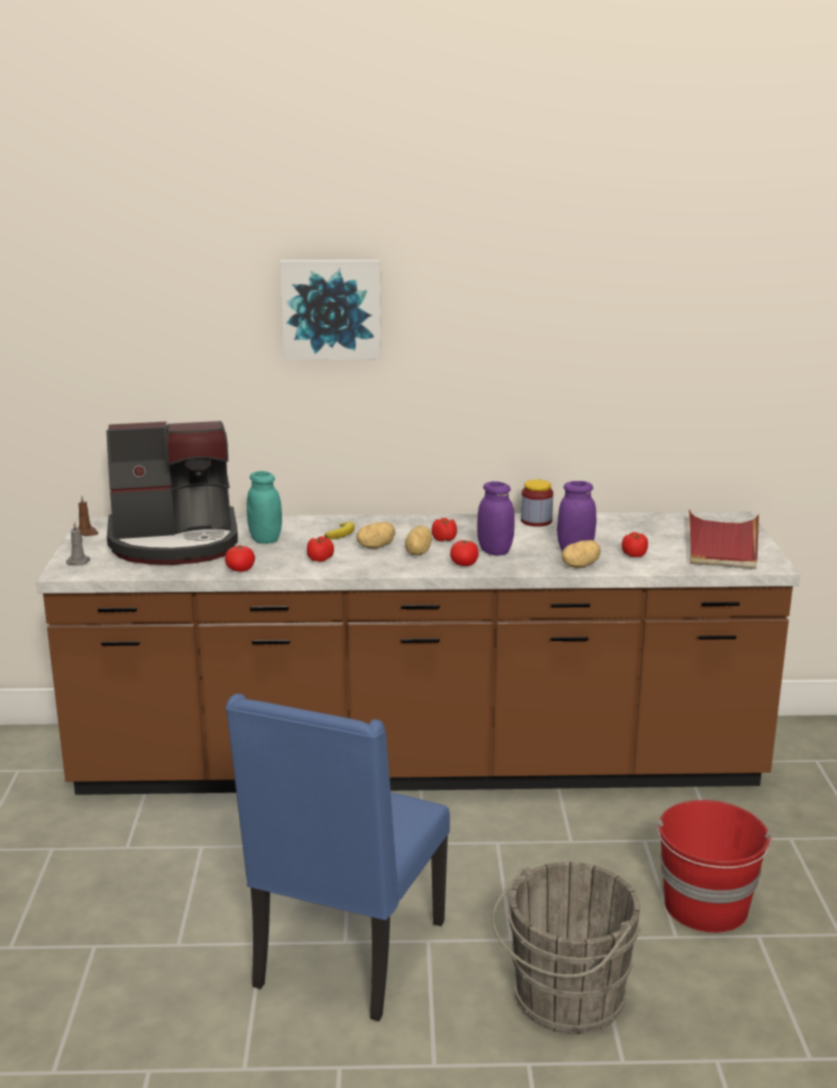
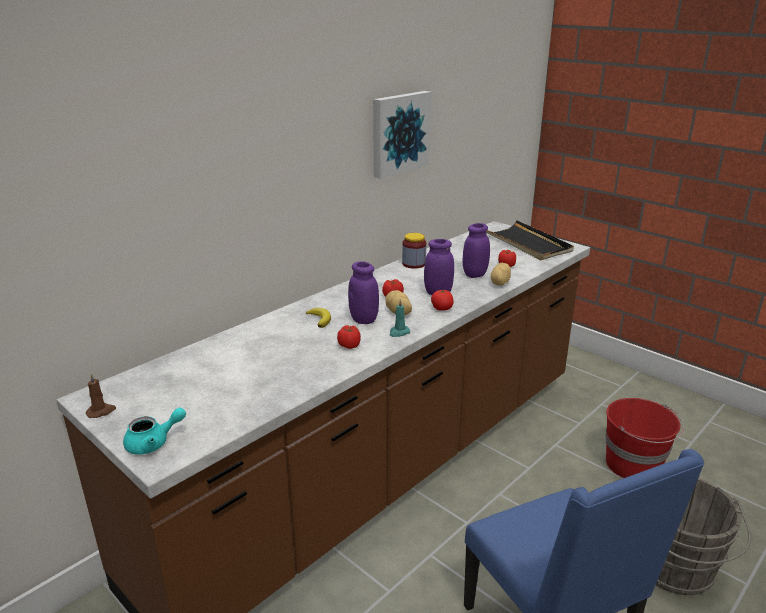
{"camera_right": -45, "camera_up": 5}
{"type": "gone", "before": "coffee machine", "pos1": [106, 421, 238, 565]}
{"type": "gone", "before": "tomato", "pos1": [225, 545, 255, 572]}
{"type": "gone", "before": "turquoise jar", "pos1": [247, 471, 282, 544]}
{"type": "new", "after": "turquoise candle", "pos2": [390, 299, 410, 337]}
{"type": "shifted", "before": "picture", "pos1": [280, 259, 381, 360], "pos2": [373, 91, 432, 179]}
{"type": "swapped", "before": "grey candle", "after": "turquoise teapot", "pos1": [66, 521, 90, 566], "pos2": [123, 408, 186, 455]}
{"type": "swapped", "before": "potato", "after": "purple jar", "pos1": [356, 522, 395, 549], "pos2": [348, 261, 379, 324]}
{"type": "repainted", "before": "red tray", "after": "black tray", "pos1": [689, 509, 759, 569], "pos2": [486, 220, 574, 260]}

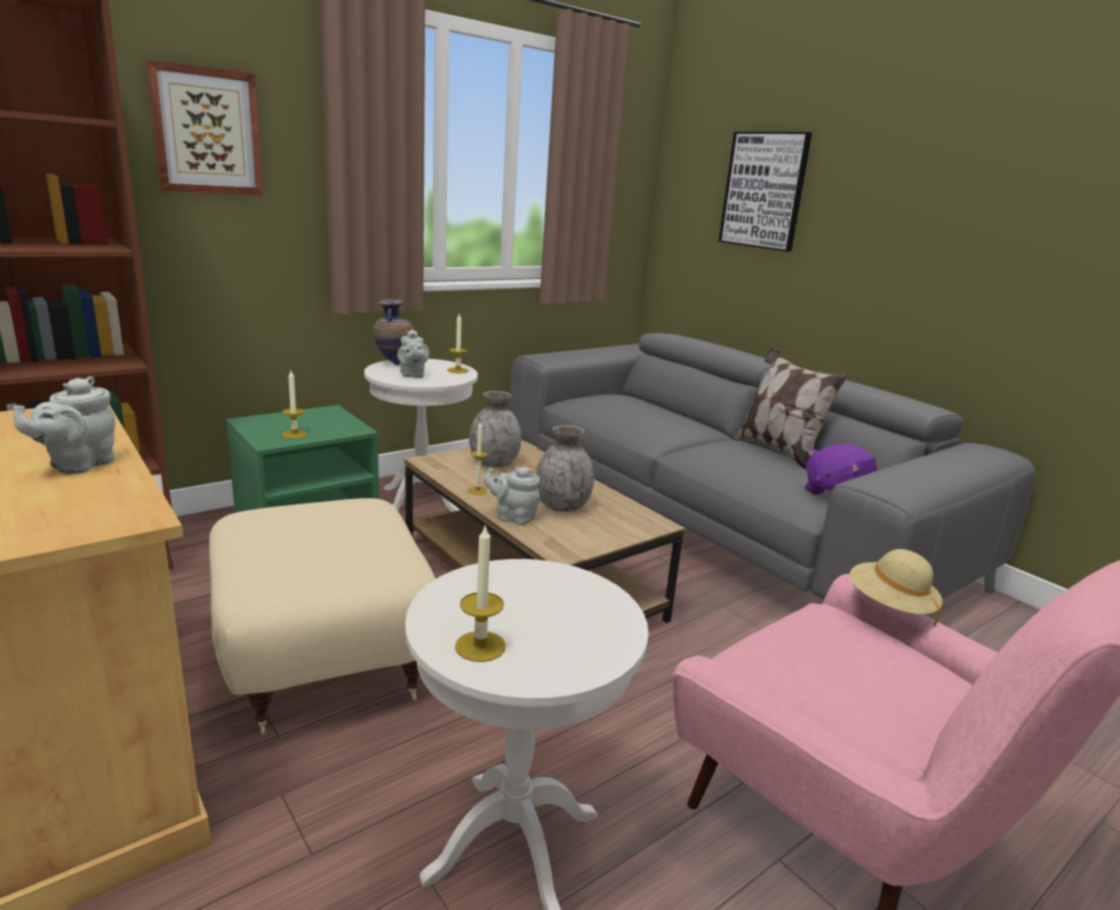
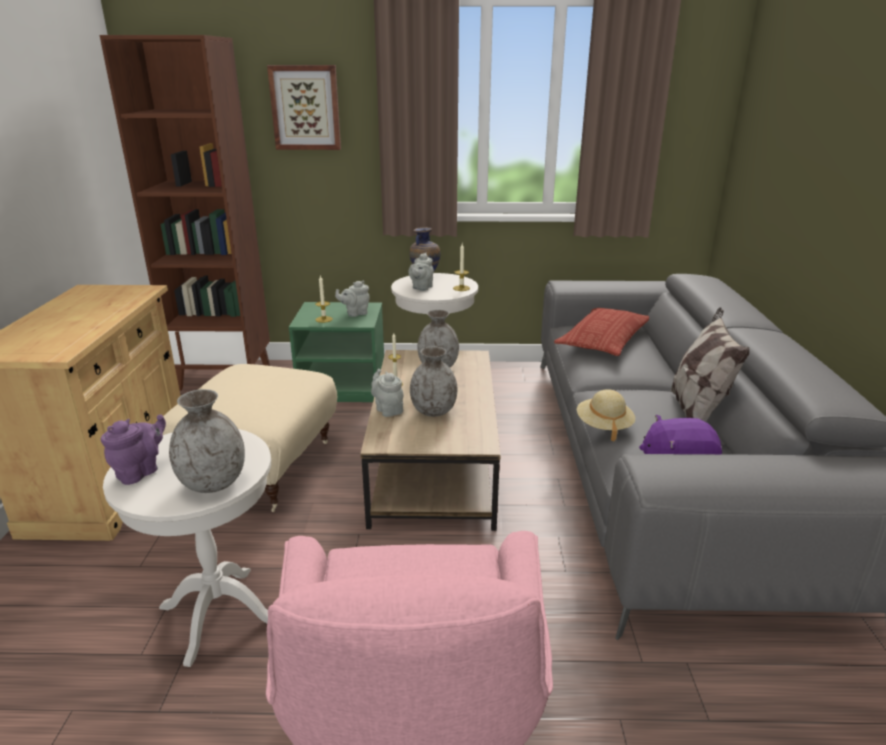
{"camera_right": 40, "camera_up": 5}
{"type": "gone", "before": "picture", "pos1": [718, 132, 812, 252]}
{"type": "new", "after": "grey vase", "pos2": [169, 389, 245, 493]}
{"type": "new", "after": "pillow", "pos2": [554, 308, 649, 356]}
{"type": "shifted", "before": "grey teapot", "pos1": [13, 376, 115, 474], "pos2": [335, 281, 369, 317]}
{"type": "shifted", "before": "beige hat", "pos1": [850, 549, 942, 626], "pos2": [577, 389, 635, 441]}
{"type": "swapped", "before": "candle", "after": "purple teapot", "pos1": [455, 524, 506, 662], "pos2": [101, 415, 166, 485]}

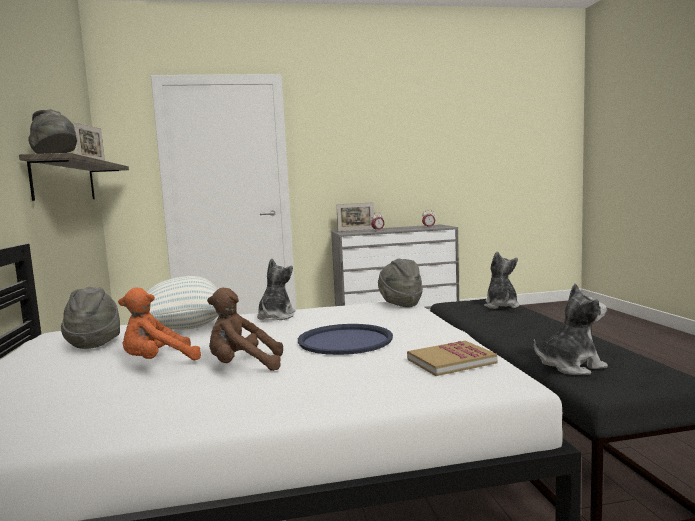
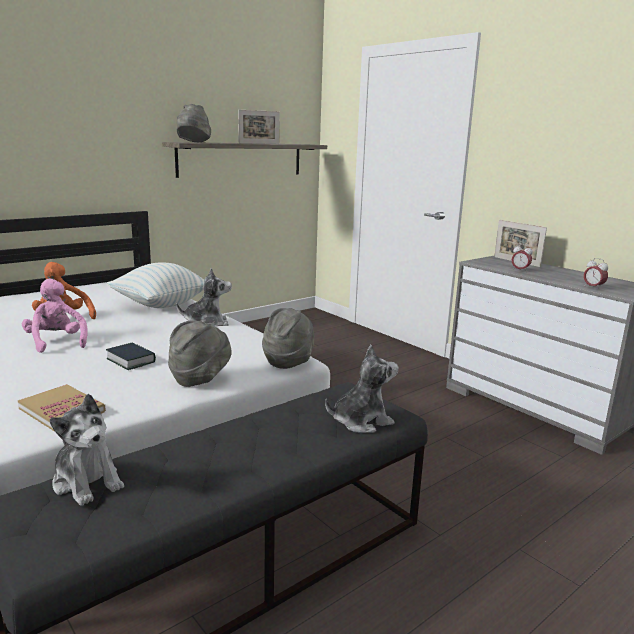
{"camera_right": 60, "camera_up": 10}
{"type": "shifted", "before": "grey hat", "pos1": [61, 287, 120, 349], "pos2": [168, 320, 232, 387]}
{"type": "swapped", "before": "blue tray", "after": "book", "pos1": [298, 324, 393, 355], "pos2": [106, 343, 156, 370]}
{"type": "repainted", "before": "brown plush toy", "after": "pink plush toy", "pos1": [207, 288, 283, 371], "pos2": [22, 279, 88, 353]}

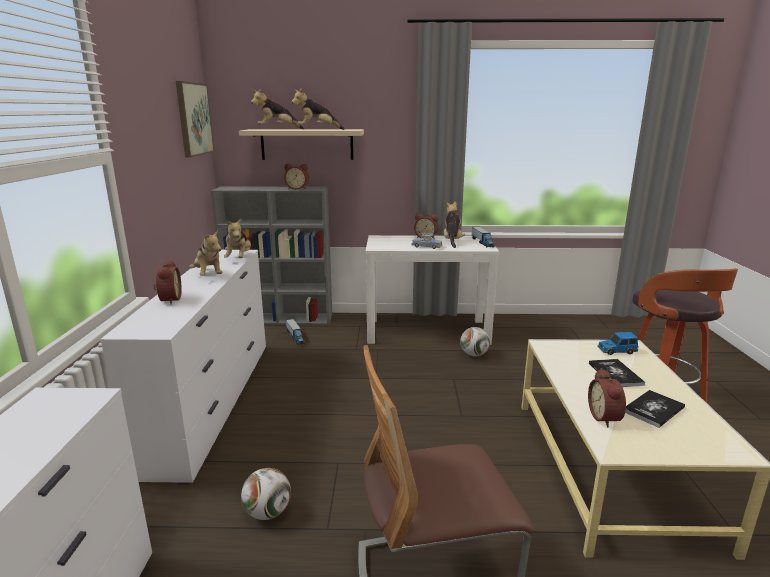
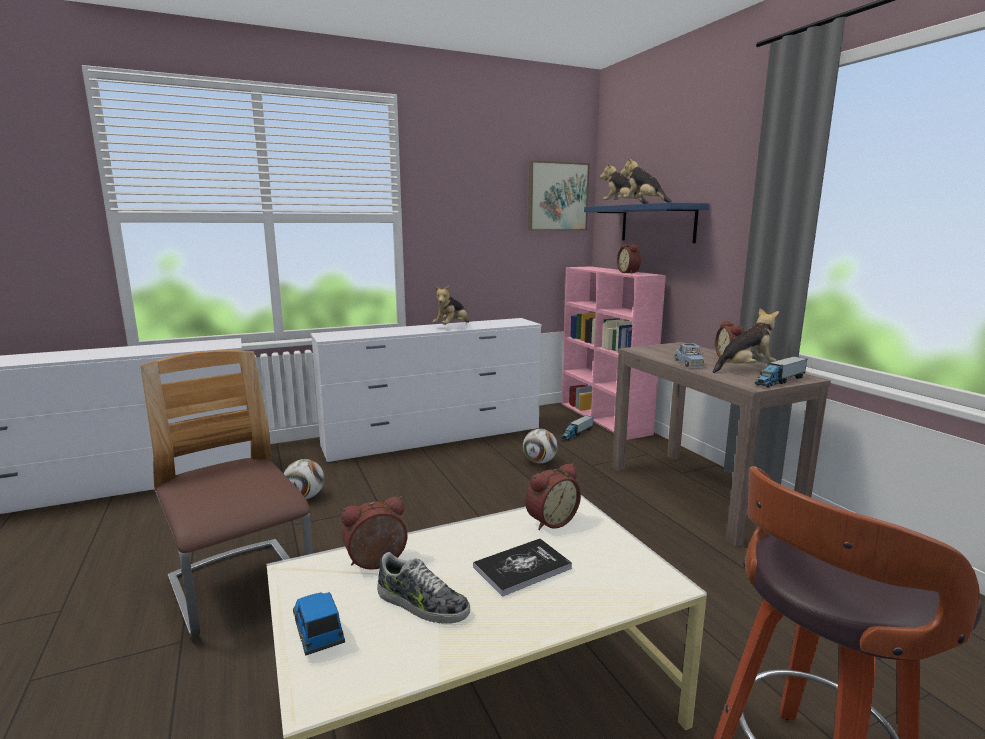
{"camera_right": 65, "camera_up": -5}
{"type": "gone", "before": "plush toy", "pos1": [224, 219, 251, 258]}
{"type": "shifted", "before": "alarm clock", "pos1": [153, 260, 181, 304], "pos2": [525, 463, 581, 530]}
{"type": "shifted", "before": "football", "pos1": [460, 327, 490, 357], "pos2": [523, 429, 558, 464]}
{"type": "shifted", "before": "toy car", "pos1": [597, 332, 639, 355], "pos2": [293, 592, 345, 656]}
{"type": "swapped", "before": "book", "after": "shoe", "pos1": [625, 390, 685, 428], "pos2": [377, 552, 470, 624]}
{"type": "repainted", "before": "grey bookcase", "after": "pink bookcase", "pos1": [211, 186, 332, 325], "pos2": [562, 266, 666, 440]}
{"type": "repainted", "before": "beige shelf", "after": "blue shelf", "pos1": [239, 129, 364, 160], "pos2": [584, 202, 710, 243]}
{"type": "repainted", "before": "white console table", "after": "brown console table", "pos1": [365, 235, 499, 345], "pos2": [612, 342, 831, 547]}

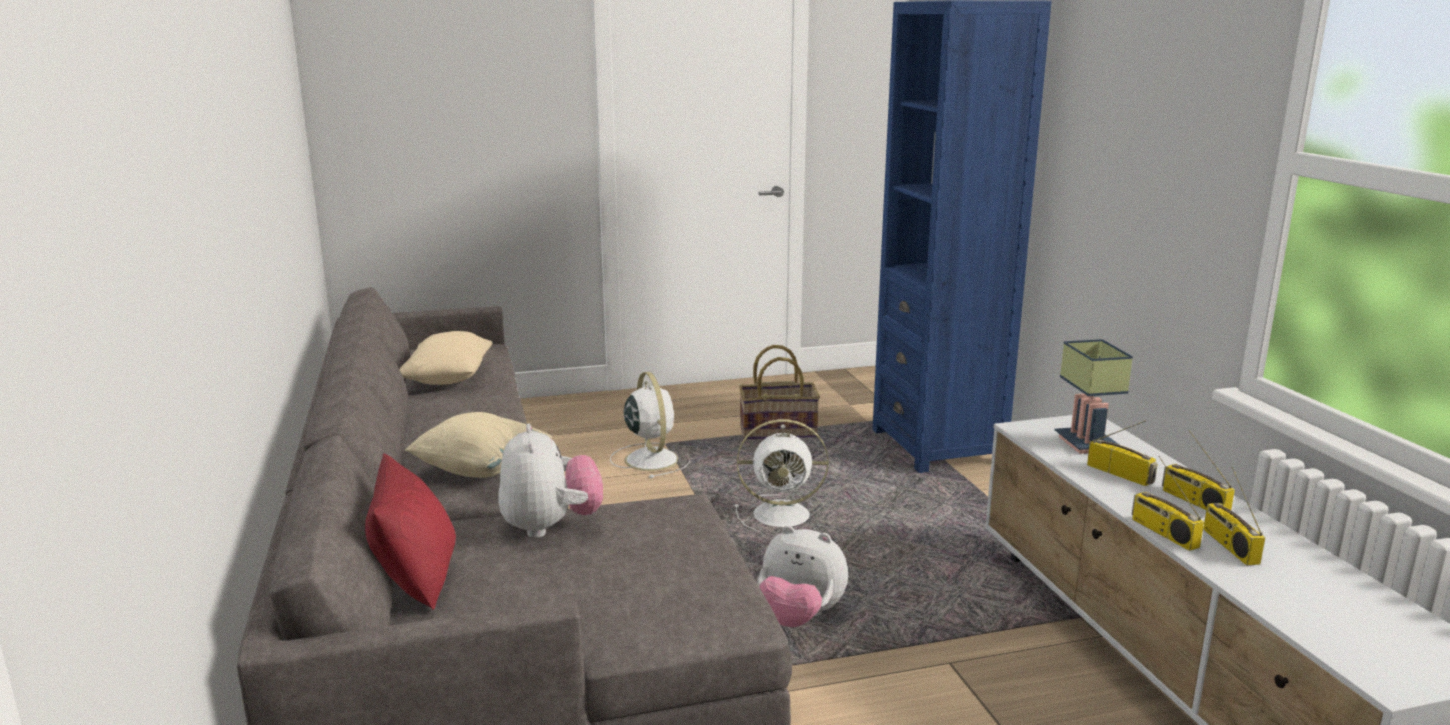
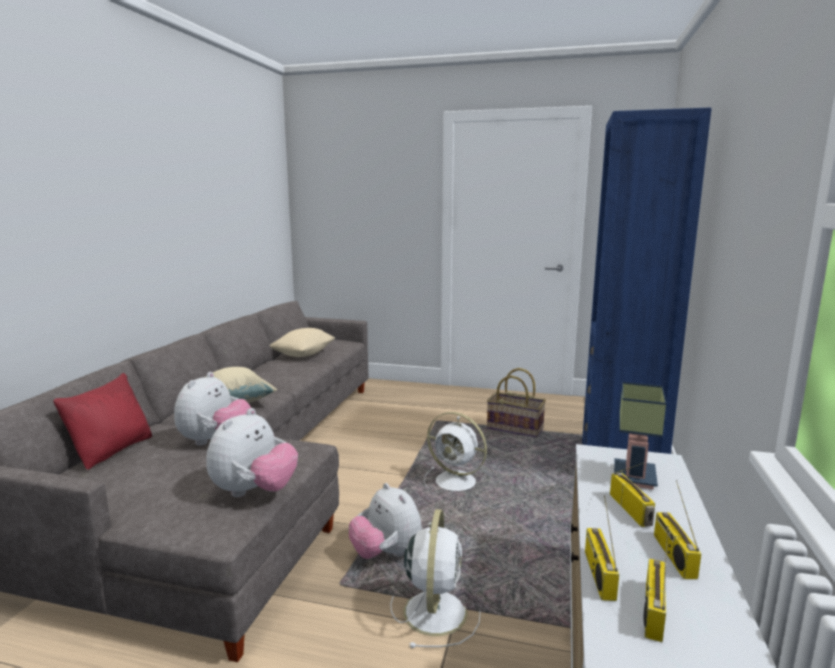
{"camera_right": 30, "camera_up": -5}
{"type": "new", "after": "plush toy", "pos2": [206, 408, 298, 497]}
{"type": "shifted", "before": "white fan", "pos1": [610, 372, 690, 478], "pos2": [390, 509, 481, 648]}

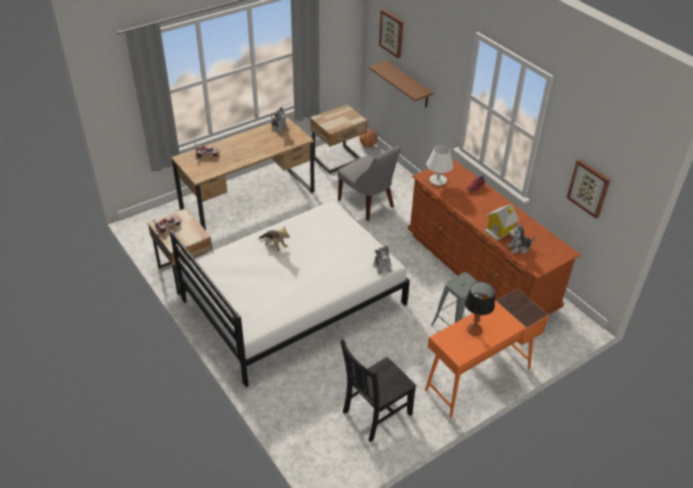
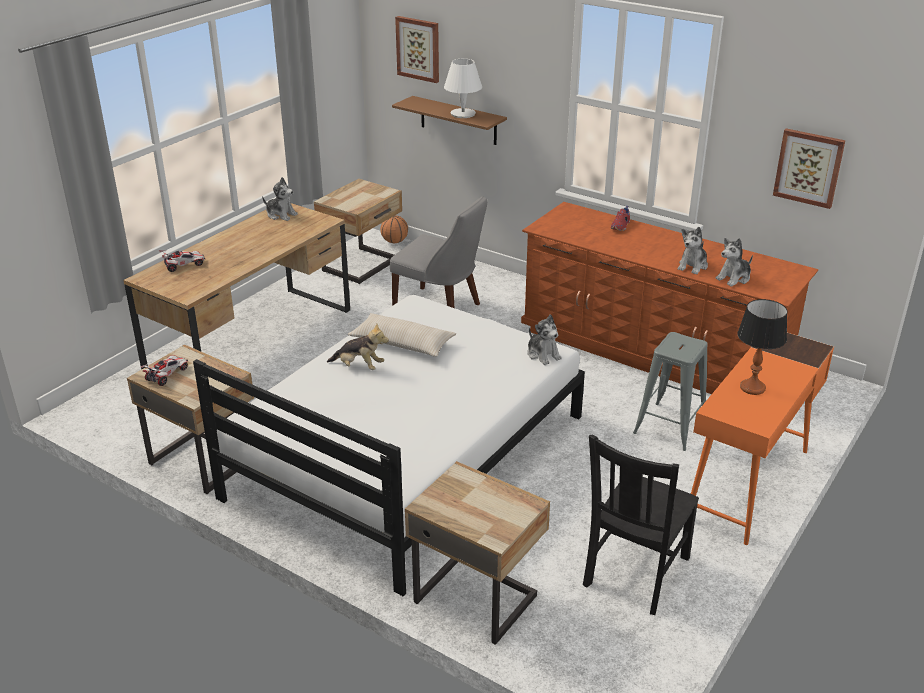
{"camera_right": -20, "camera_up": -10}
{"type": "new", "after": "beige pillow", "pos2": [348, 313, 456, 357]}
{"type": "new", "after": "beige nightstand", "pos2": [405, 461, 550, 645]}
{"type": "shifted", "before": "white table lamp", "pos1": [427, 145, 454, 186], "pos2": [444, 59, 482, 118]}
{"type": "swapped", "before": "toy house", "after": "plush toy", "pos1": [484, 204, 519, 241], "pos2": [678, 227, 708, 274]}

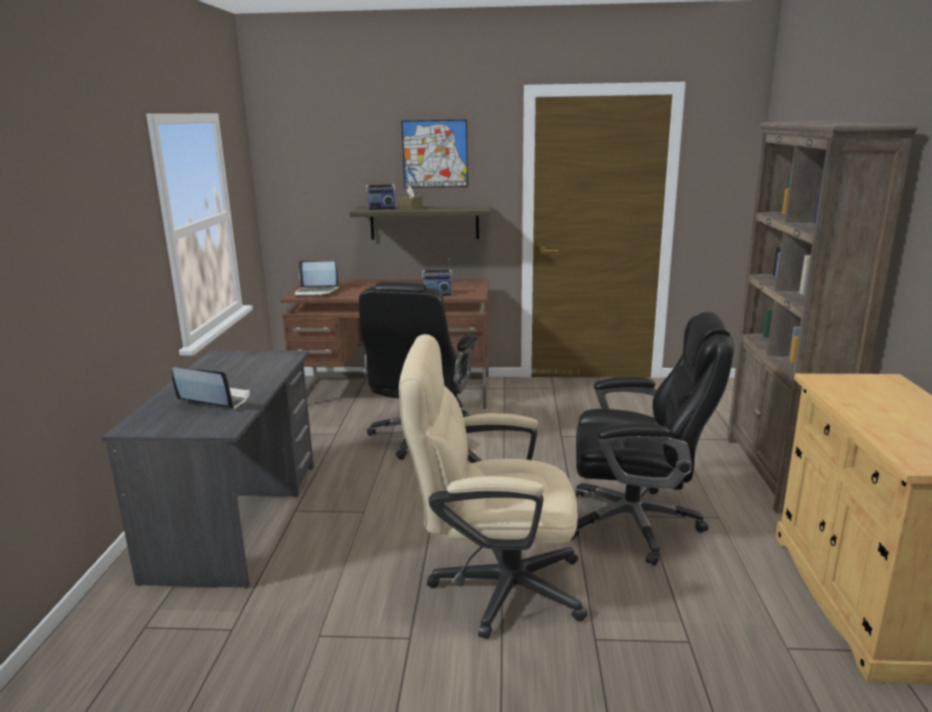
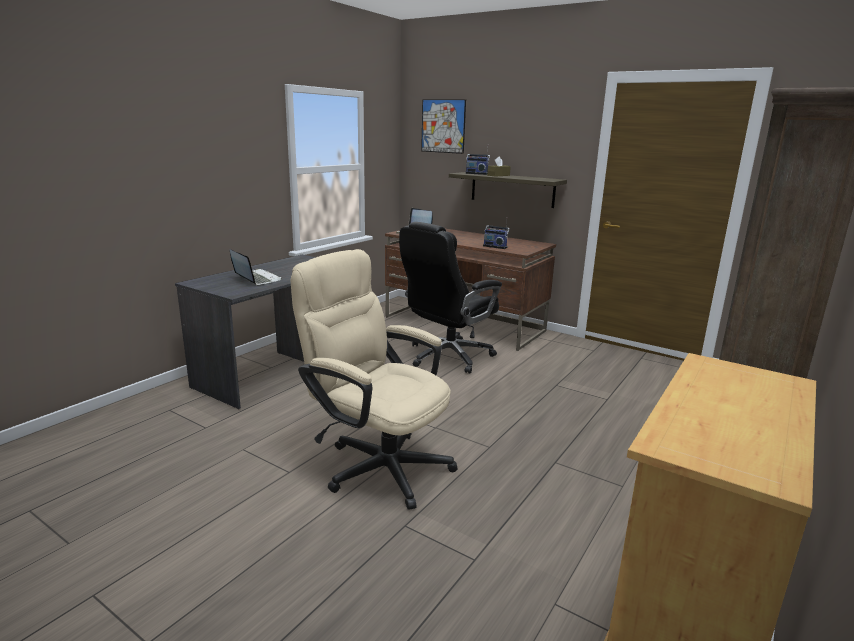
{"camera_right": 30, "camera_up": 0}
{"type": "gone", "before": "black office chair", "pos1": [571, 312, 734, 566]}
{"type": "shifted", "before": "picture", "pos1": [401, 120, 468, 188], "pos2": [421, 99, 466, 154]}

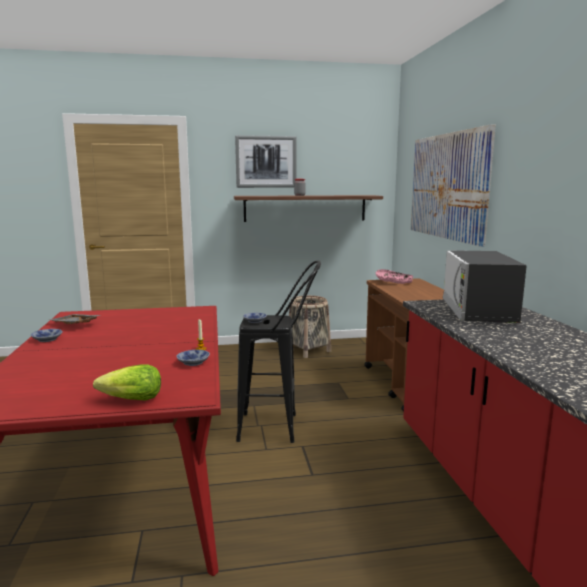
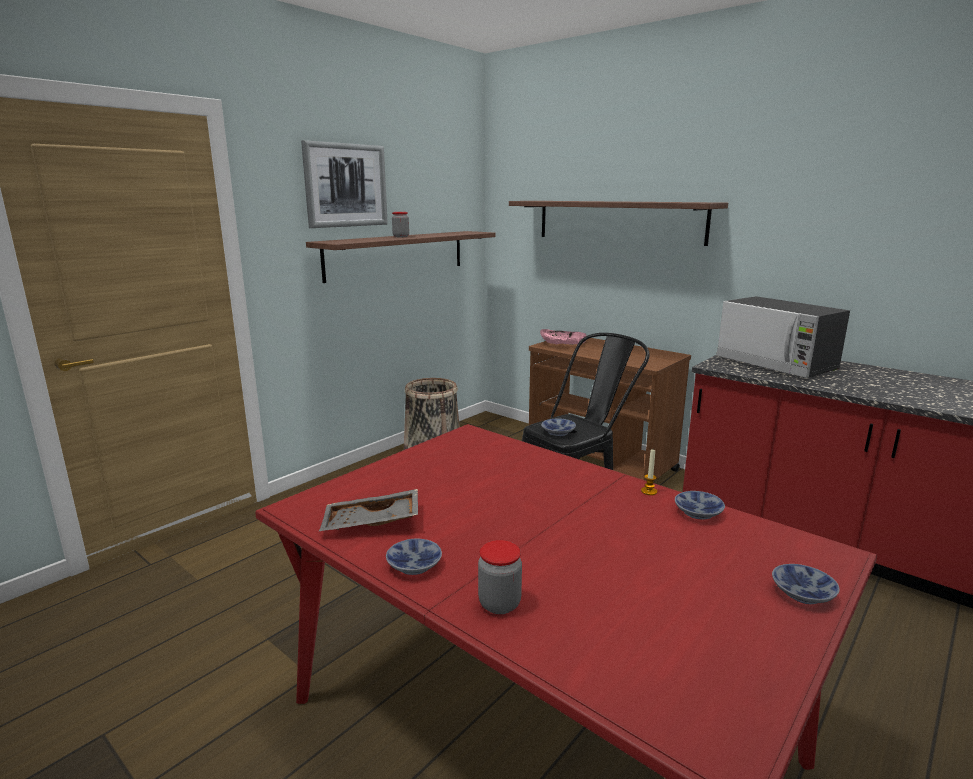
{"camera_right": -40, "camera_up": 5}
{"type": "new", "after": "jar", "pos2": [478, 540, 522, 614]}
{"type": "swapped", "before": "lettuce", "after": "bowl", "pos1": [93, 364, 161, 401], "pos2": [772, 564, 840, 604]}
{"type": "swapped", "before": "picture", "after": "shelf", "pos1": [411, 124, 496, 247], "pos2": [509, 201, 728, 246]}

